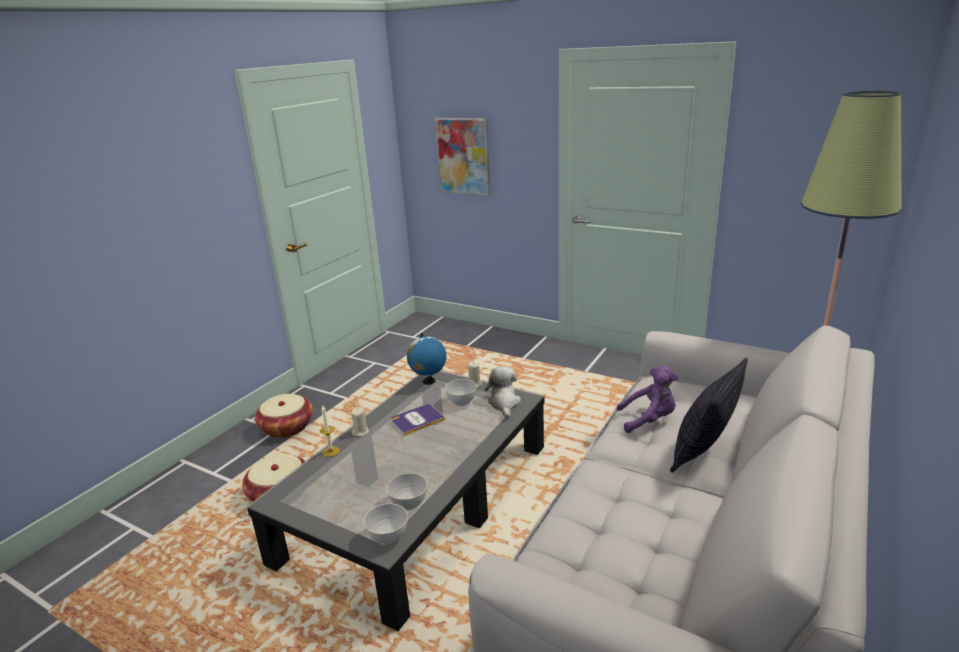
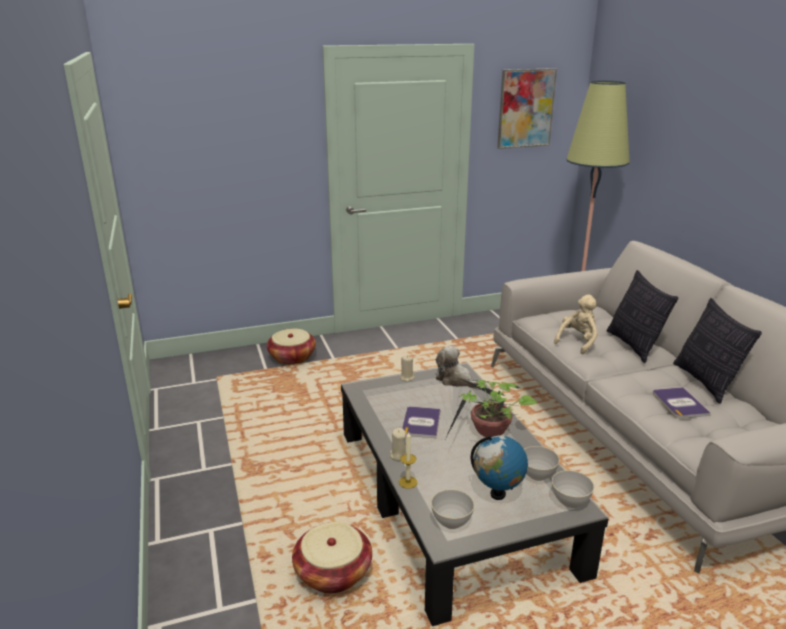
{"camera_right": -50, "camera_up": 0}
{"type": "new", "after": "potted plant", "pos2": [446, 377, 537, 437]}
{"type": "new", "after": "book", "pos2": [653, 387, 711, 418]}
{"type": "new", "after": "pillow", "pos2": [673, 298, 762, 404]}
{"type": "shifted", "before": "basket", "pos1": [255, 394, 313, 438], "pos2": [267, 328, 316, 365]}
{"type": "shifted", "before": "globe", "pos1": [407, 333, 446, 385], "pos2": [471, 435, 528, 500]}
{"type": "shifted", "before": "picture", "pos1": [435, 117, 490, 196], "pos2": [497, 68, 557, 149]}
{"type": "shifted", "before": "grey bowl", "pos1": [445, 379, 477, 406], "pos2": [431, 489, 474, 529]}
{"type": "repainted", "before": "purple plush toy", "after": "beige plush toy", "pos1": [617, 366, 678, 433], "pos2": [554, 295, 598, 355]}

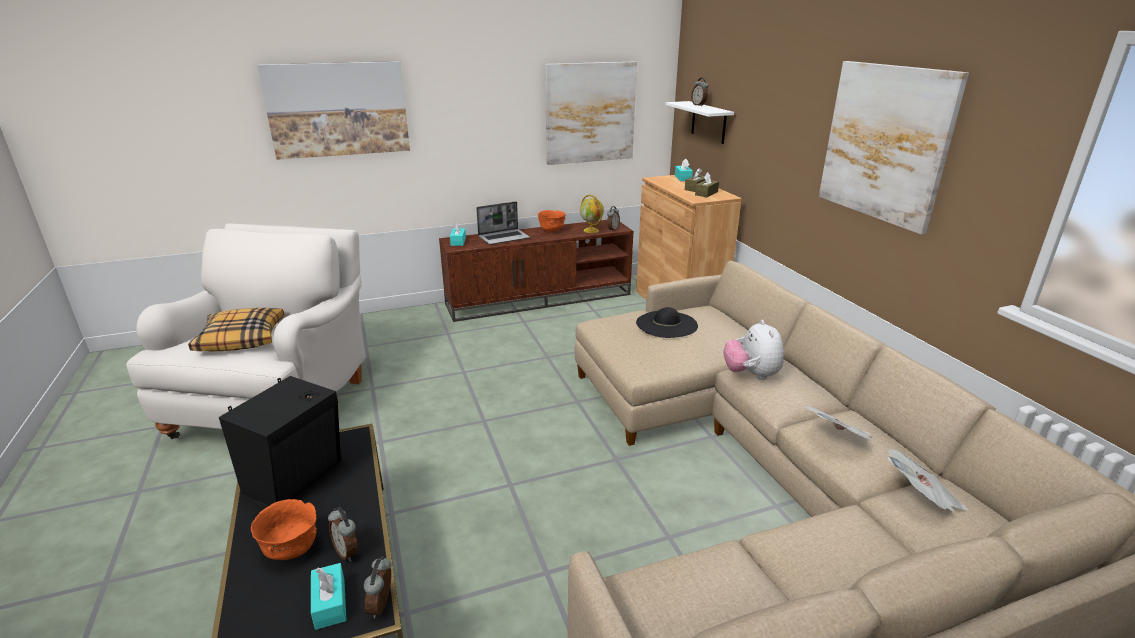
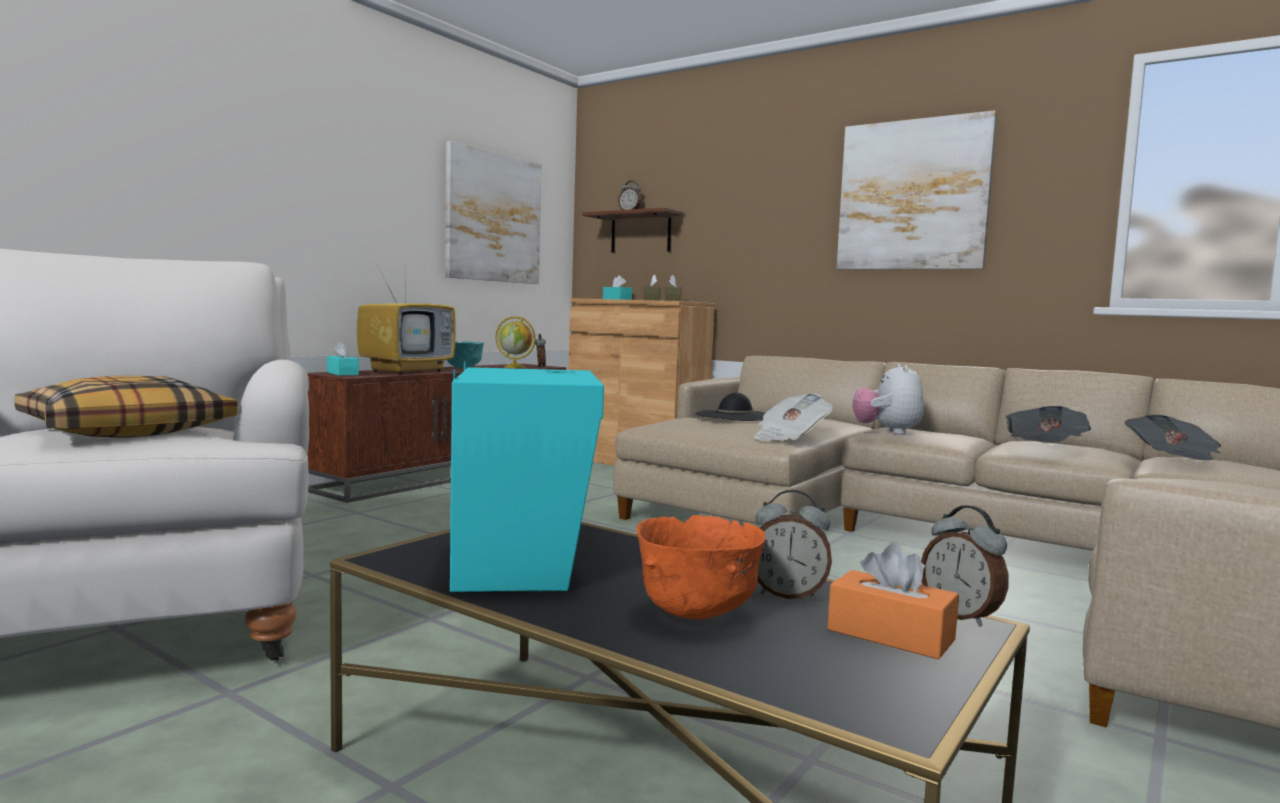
{"camera_right": -35, "camera_up": -20}
{"type": "gone", "before": "picture", "pos1": [257, 61, 410, 160]}
{"type": "new", "after": "newspaper", "pos2": [754, 393, 833, 441]}
{"type": "swapped", "before": "laptop", "after": "television", "pos1": [476, 201, 530, 245], "pos2": [357, 272, 456, 374]}
{"type": "repainted", "before": "black speaker", "after": "turquoise speaker", "pos1": [219, 376, 341, 506], "pos2": [450, 361, 604, 592]}
{"type": "repainted", "before": "turquoise tissue box", "after": "orange tissue box", "pos1": [311, 563, 347, 630], "pos2": [827, 543, 959, 659]}
{"type": "repainted", "before": "orange bowl", "after": "turquoise bowl", "pos1": [538, 210, 566, 232], "pos2": [447, 341, 484, 368]}
{"type": "repainted", "before": "white shelf", "after": "brown shelf", "pos1": [666, 101, 734, 144], "pos2": [582, 208, 684, 253]}
{"type": "rotated", "before": "plush toy", "pos1": [723, 320, 784, 380], "pos2": [852, 363, 924, 435], "turn": 45}

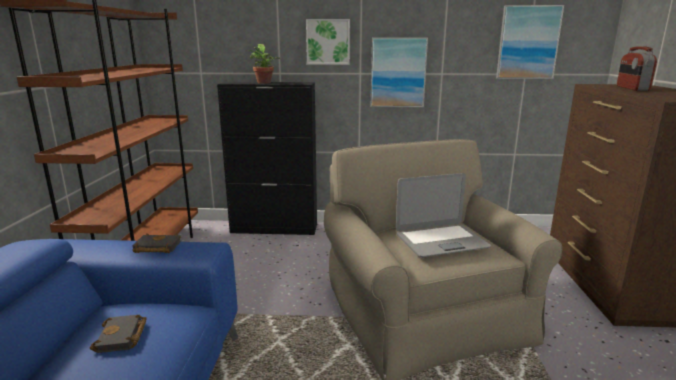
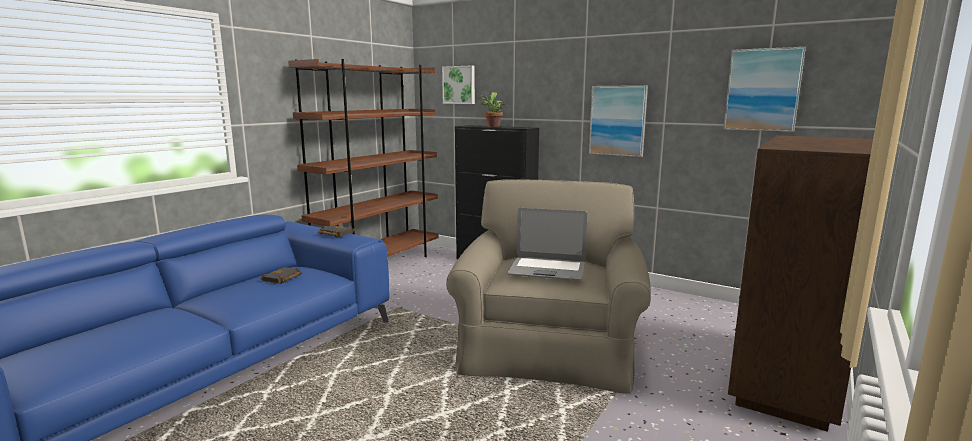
{"camera_right": 30, "camera_up": -5}
{"type": "gone", "before": "radio", "pos1": [617, 46, 657, 91]}
{"type": "shifted", "before": "picture", "pos1": [306, 19, 350, 65], "pos2": [442, 65, 475, 104]}

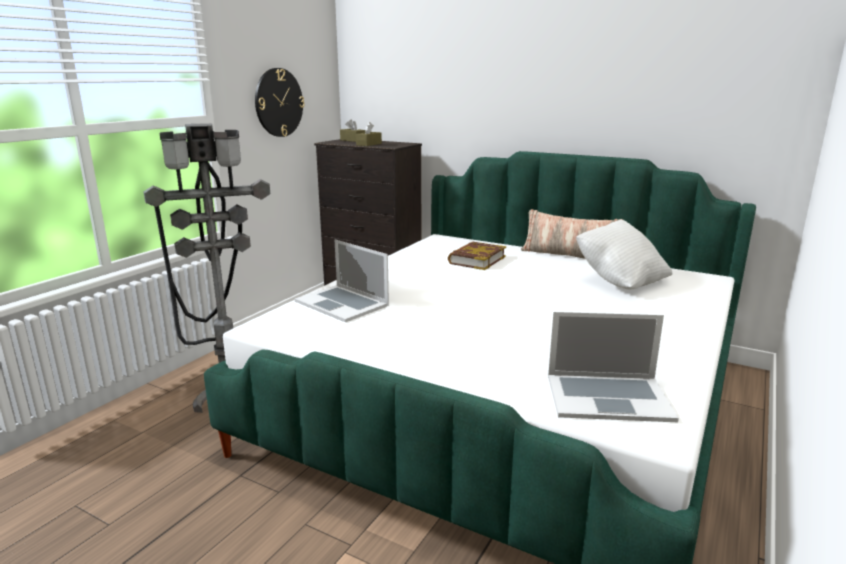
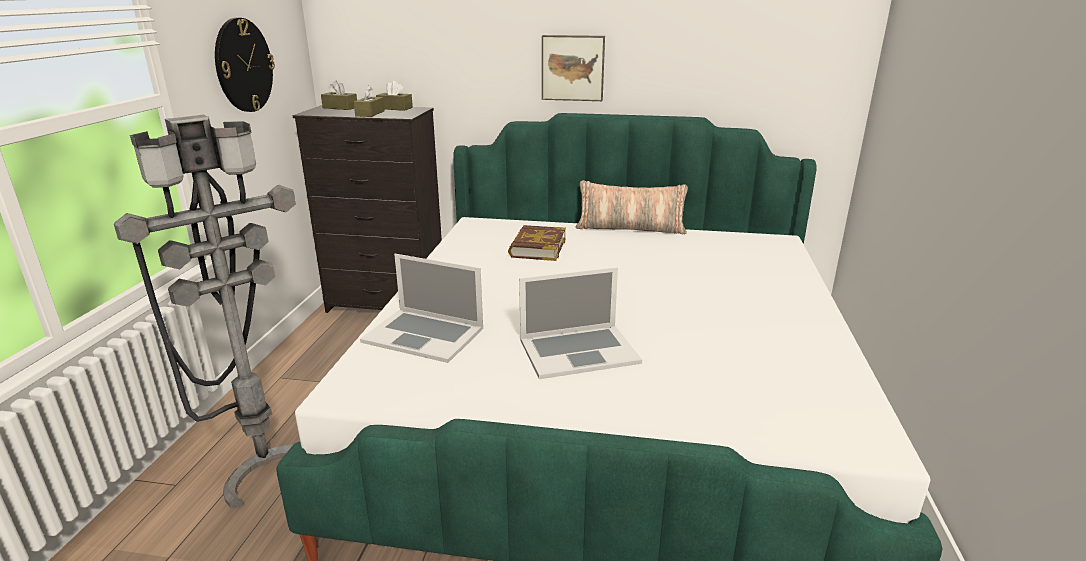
{"camera_right": -20, "camera_up": 5}
{"type": "gone", "before": "white pillow", "pos1": [576, 220, 672, 290]}
{"type": "new", "after": "brown tissue box", "pos2": [376, 81, 413, 111]}
{"type": "new", "after": "picture", "pos2": [542, 35, 605, 101]}
{"type": "shifted", "before": "laptop", "pos1": [548, 312, 679, 422], "pos2": [519, 267, 642, 379]}

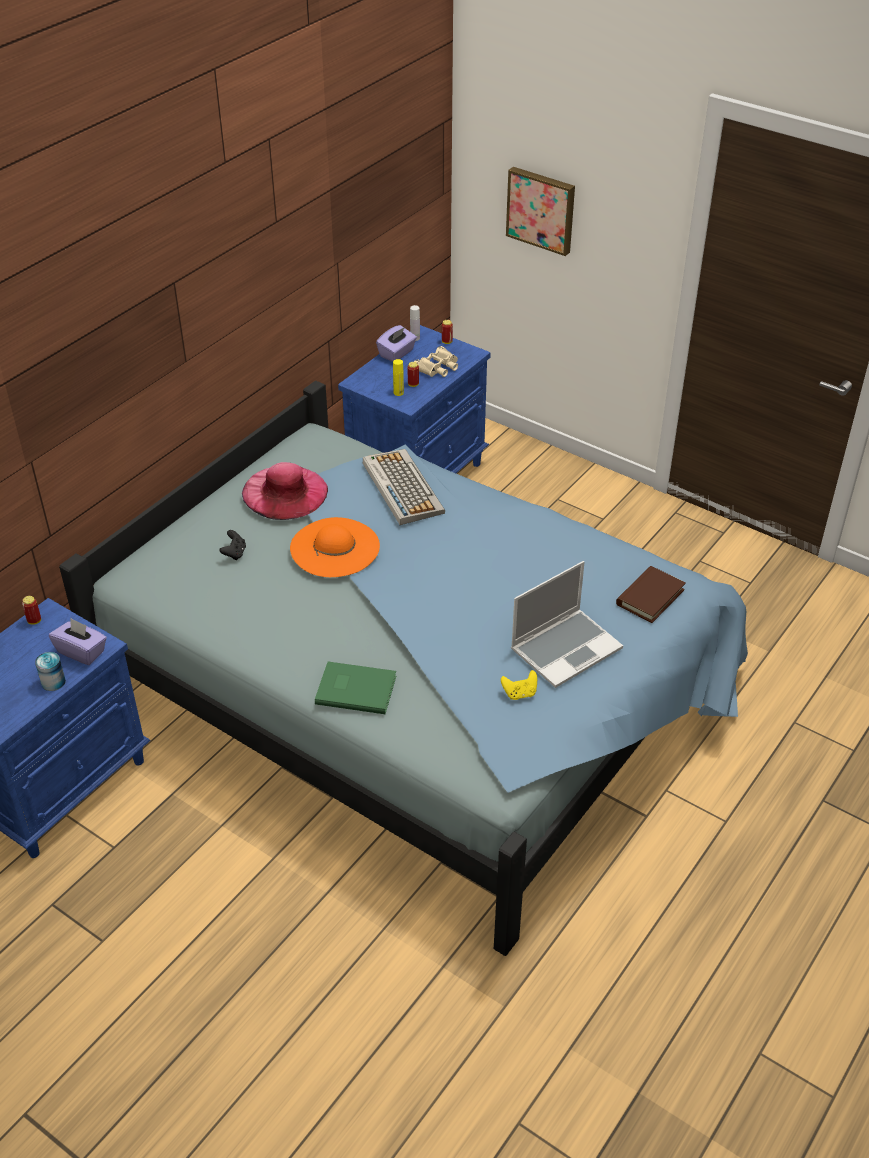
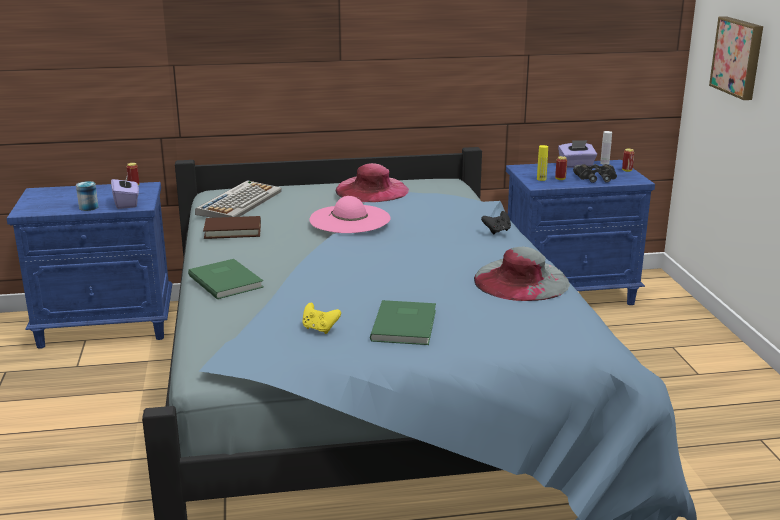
{"camera_right": 45, "camera_up": -20}
{"type": "new", "after": "grey hat", "pos2": [474, 247, 570, 301]}
{"type": "shifted", "before": "black game controller", "pos1": [219, 530, 246, 560], "pos2": [481, 211, 511, 234]}
{"type": "shifted", "before": "keyboard", "pos1": [363, 449, 445, 525], "pos2": [195, 180, 282, 218]}
{"type": "shifted", "before": "brown book", "pos1": [616, 566, 686, 623], "pos2": [203, 216, 261, 239]}
{"type": "swapped", "before": "laptop", "after": "green book", "pos1": [511, 561, 623, 688], "pos2": [370, 300, 436, 345]}
{"type": "repainted", "before": "orange hat", "after": "pink hat", "pos1": [290, 517, 380, 577], "pos2": [310, 196, 391, 233]}
{"type": "repainted", "before": "beige binoculars", "after": "black binoculars", "pos1": [414, 346, 458, 377], "pos2": [573, 164, 617, 183]}

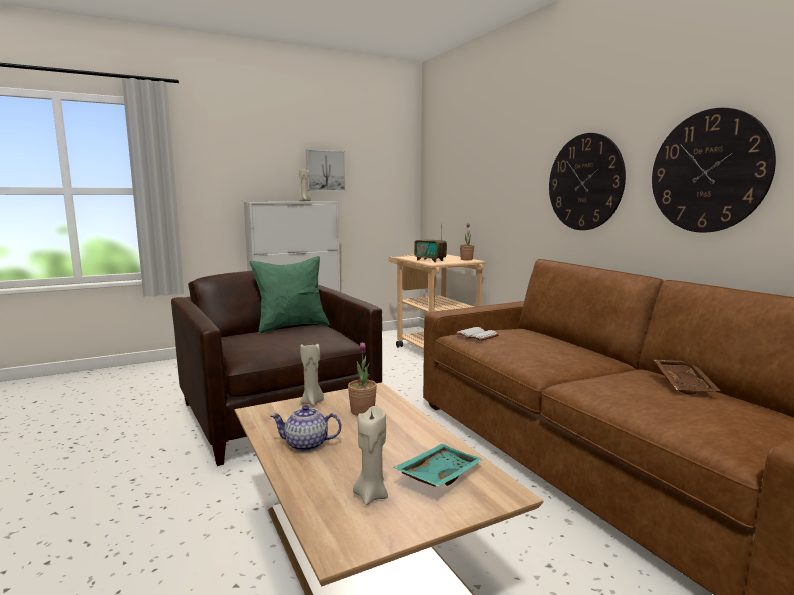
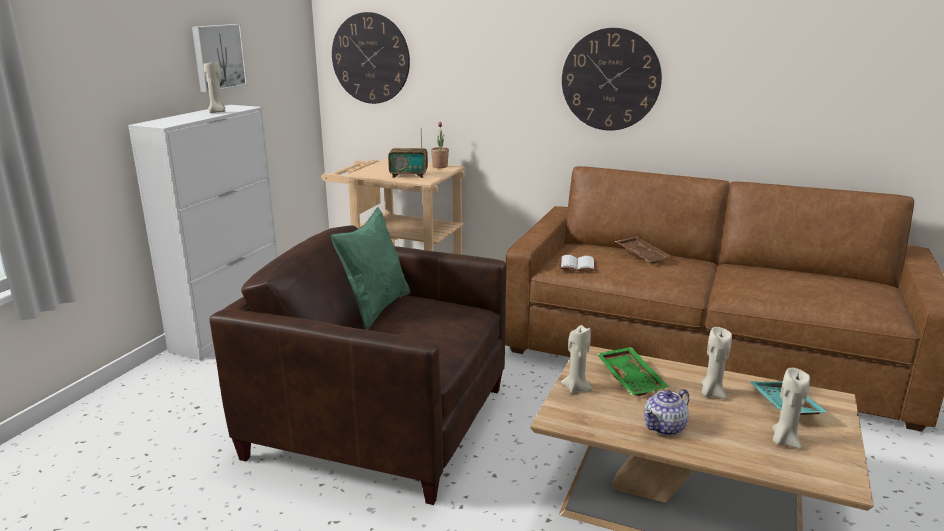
{"camera_right": -40, "camera_up": 10}
{"type": "new", "after": "beige candle", "pos2": [701, 327, 732, 399]}
{"type": "shifted", "before": "wall clock", "pos1": [652, 108, 776, 233], "pos2": [332, 12, 410, 104]}
{"type": "shifted", "before": "brown tray", "pos1": [654, 360, 721, 395], "pos2": [615, 236, 671, 264]}
{"type": "swapped", "before": "potted plant", "after": "green tray", "pos1": [348, 342, 377, 416], "pos2": [597, 347, 669, 396]}

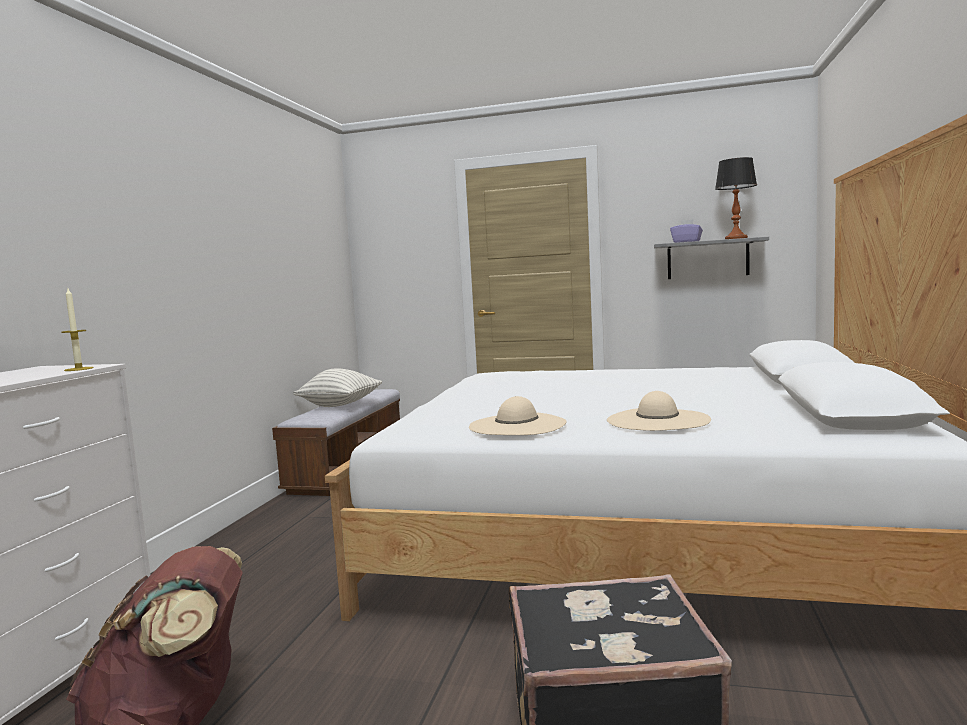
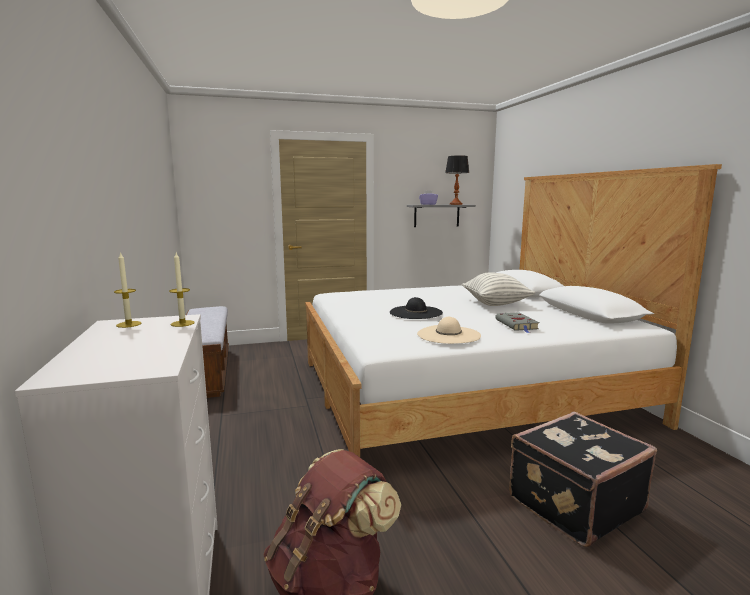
{"camera_right": -30, "camera_up": 5}
{"type": "new", "after": "candle", "pos2": [114, 252, 141, 328]}
{"type": "new", "after": "black hat", "pos2": [390, 297, 443, 319]}
{"type": "shifted", "before": "pillow", "pos1": [293, 368, 382, 407], "pos2": [462, 272, 535, 306]}
{"type": "swapped", "before": "beige hat", "after": "grey book", "pos1": [607, 391, 711, 431], "pos2": [495, 312, 540, 333]}

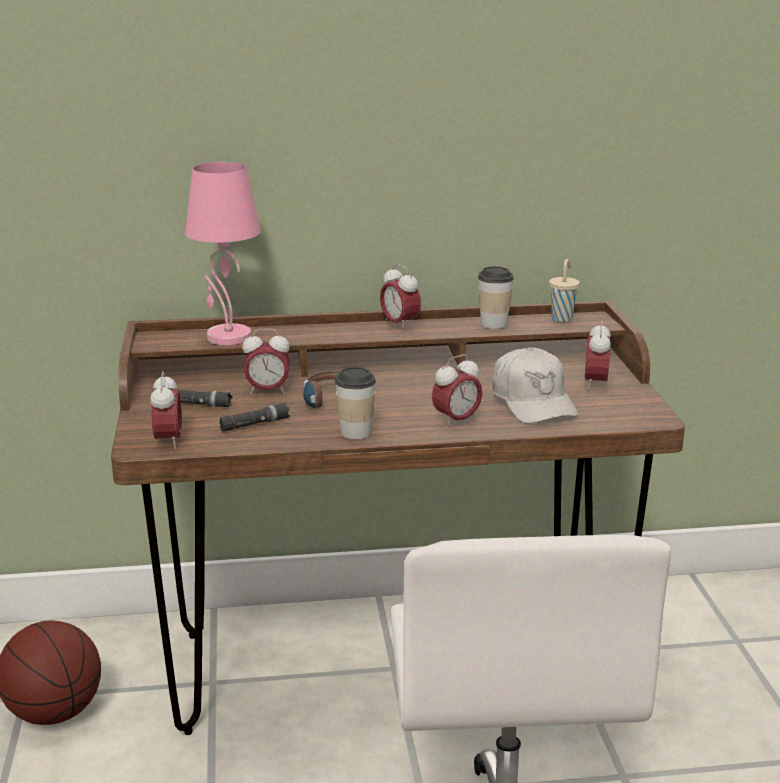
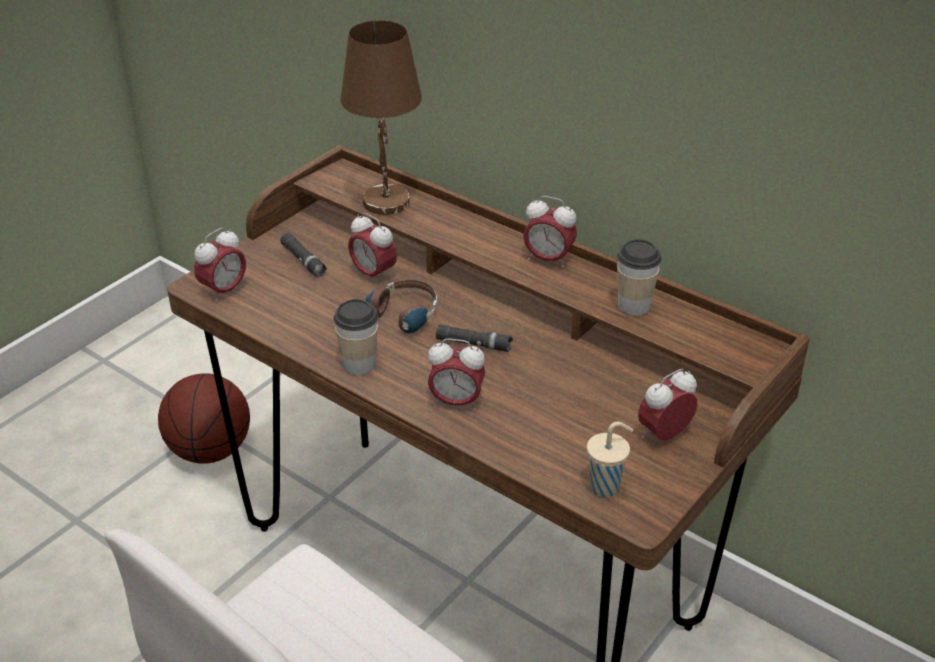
{"camera_right": 45, "camera_up": 15}
{"type": "gone", "before": "white cap", "pos1": [493, 347, 579, 424]}
{"type": "shifted", "before": "black flashlight", "pos1": [219, 403, 290, 432], "pos2": [436, 324, 513, 352]}
{"type": "shifted", "before": "beige cup", "pos1": [549, 259, 580, 322], "pos2": [587, 422, 633, 497]}
{"type": "repainted", "before": "pink table lamp", "after": "brown table lamp", "pos1": [185, 162, 261, 345], "pos2": [341, 20, 422, 215]}
{"type": "rotated", "before": "alarm clock", "pos1": [380, 264, 421, 331], "pos2": [523, 196, 577, 268], "turn": -75}

